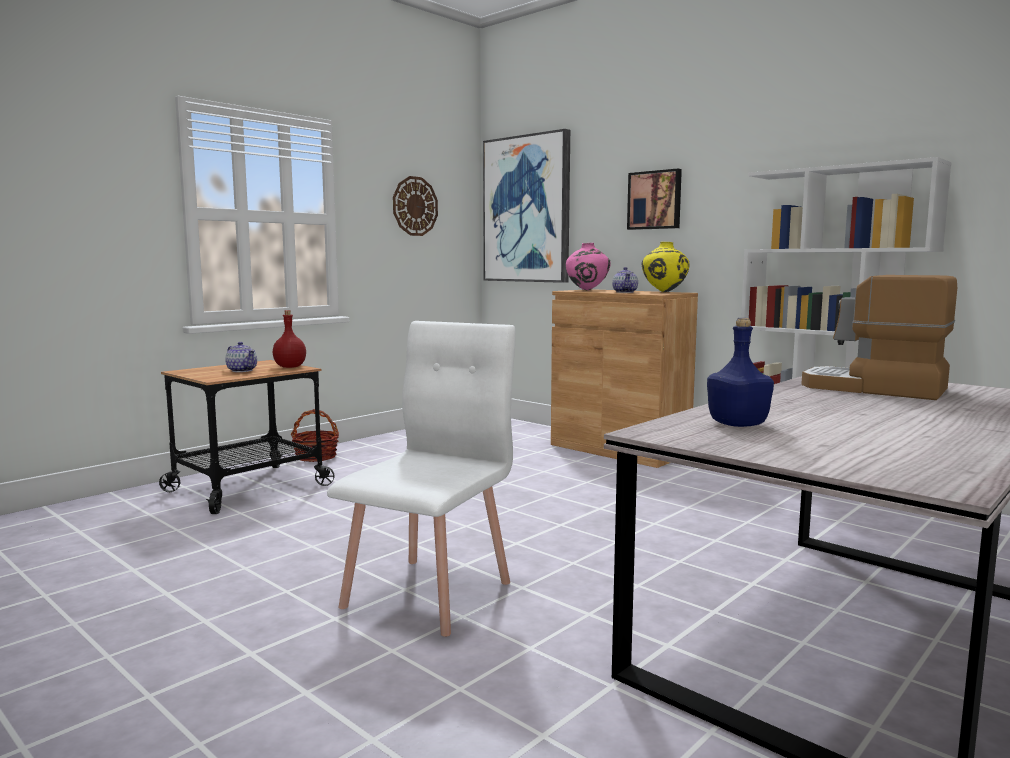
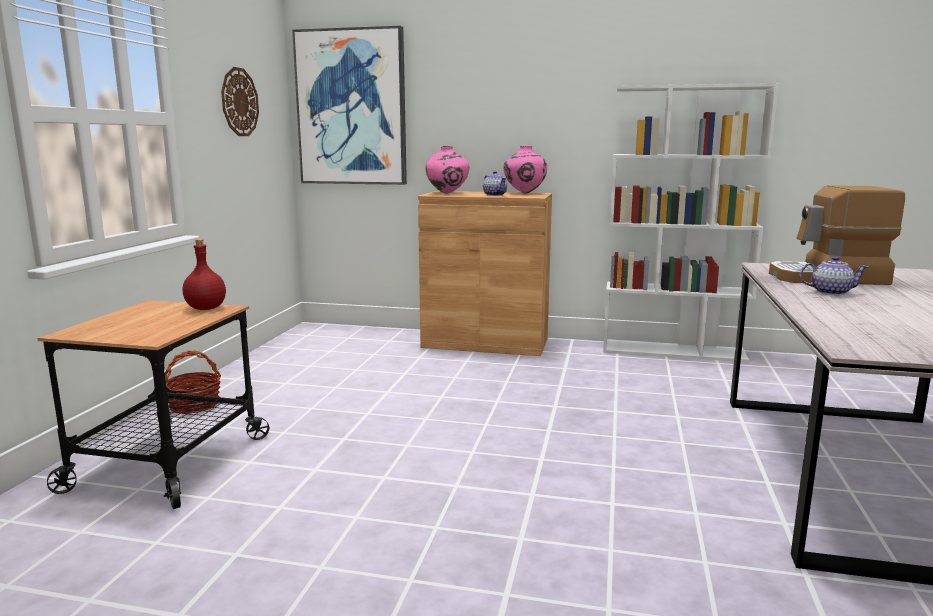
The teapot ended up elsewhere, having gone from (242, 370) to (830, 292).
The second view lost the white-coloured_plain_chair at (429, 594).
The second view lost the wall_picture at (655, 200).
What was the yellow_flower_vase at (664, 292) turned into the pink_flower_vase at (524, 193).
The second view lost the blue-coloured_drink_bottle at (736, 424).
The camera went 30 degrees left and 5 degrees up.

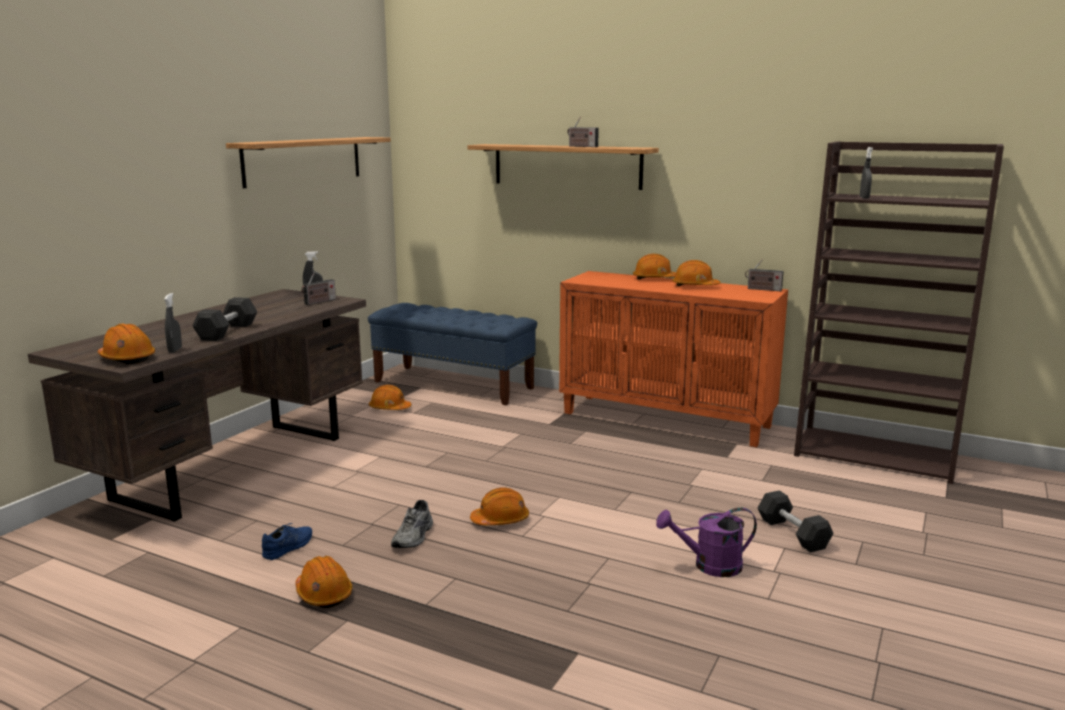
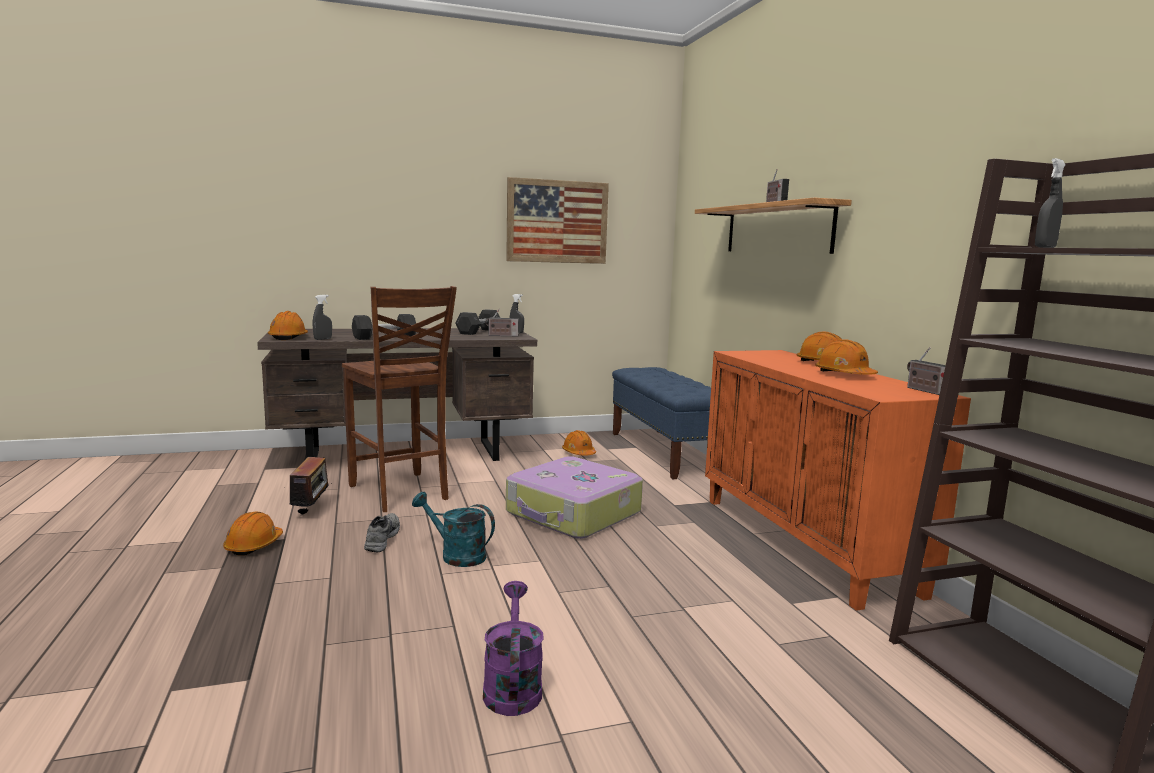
Where the shelf hung at (303, 160), the wall_picture came to hang at (557, 221).
Where the blue-coloured_item_of_footwear stood at (289, 547), the radio_receiver came to stand at (311, 510).
The greyish_item_of_footwear at (414, 537) ended up facing another way, 120 degrees clockwise from before.
Where the orangey_work_helmet stood at (500, 520), the blue-green_sprinkling_can came to stand at (456, 555).
The purplish_sprinkling_can at (709, 566) ended up facing another way, 45 degrees clockwise from before.
The greyish_free_weight ended up elsewhere, having gone from (793, 533) to (479, 331).
The second view gained the brownish_plain_chair at (399, 493).
The second view gained the suitcase at (573, 513).
The camera went 45 degrees right and 5 degrees down.

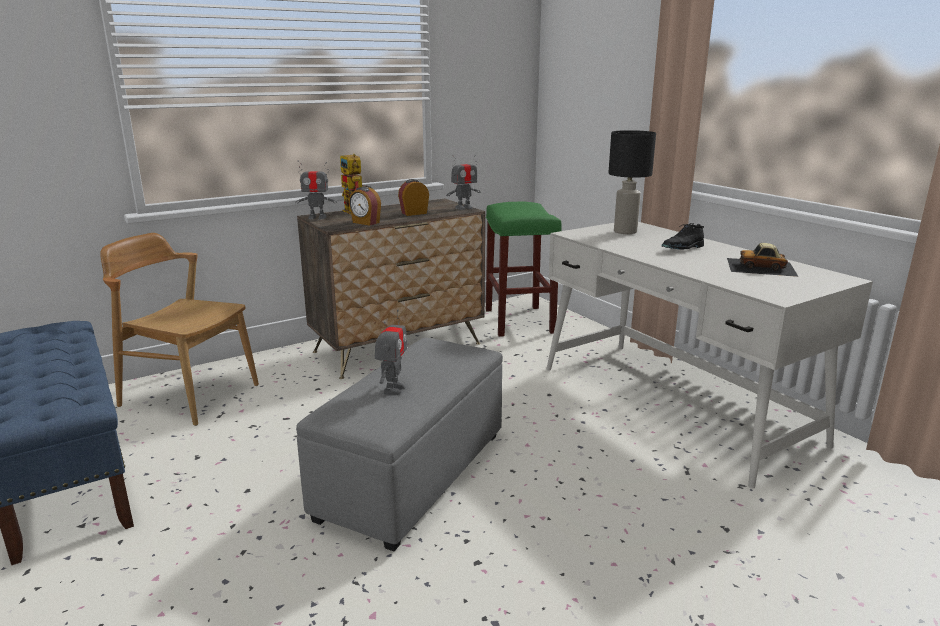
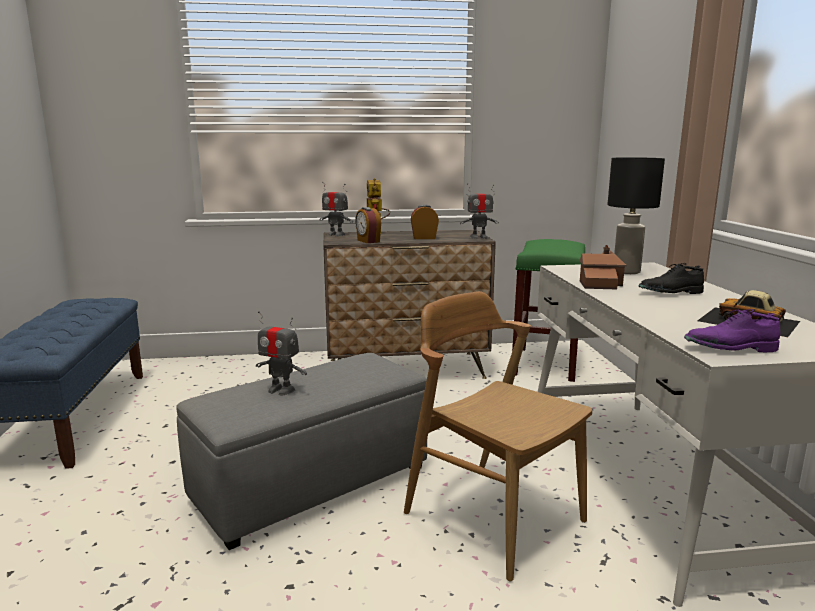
The brownish_plain_chair ended up elsewhere, having gone from (189, 395) to (493, 516).
The toy_robot at (393, 389) ended up facing another way, 75 degrees clockwise from before.
The second view gained the toy_house at (601, 282).
The second view gained the purplish_item_of_footwear at (730, 349).
The camera went 25 degrees right and 5 degrees down.

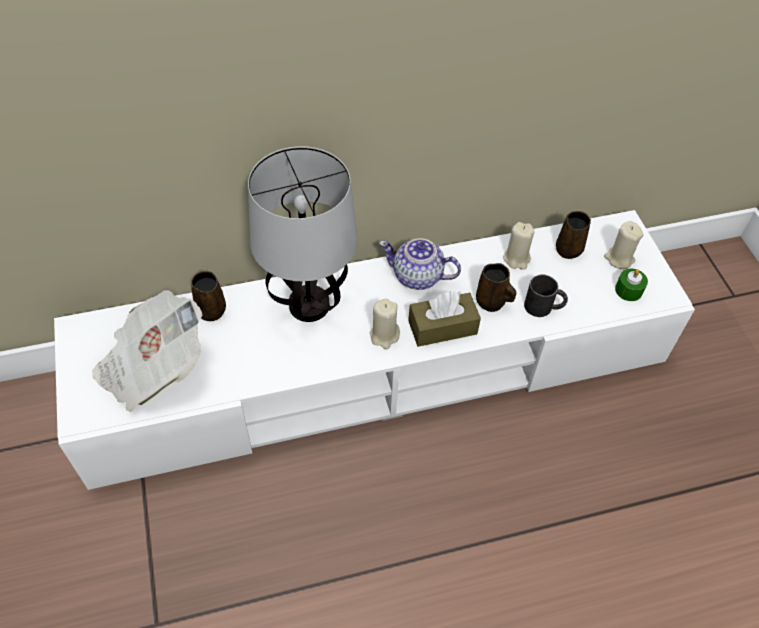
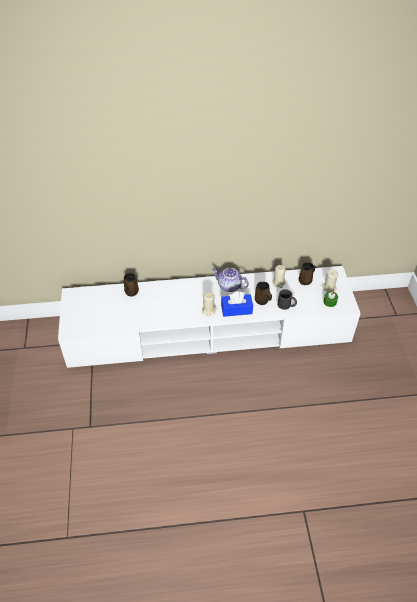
The second view lost the printed_paper at (153, 367).
The second view lost the lamp_for_a_table at (309, 306).
What was the brownish_box_of_tissues at (442, 327) turned into the blue-coloured_box_of_tissues at (236, 309).
The camera went 10 degrees right and 5 degrees down.

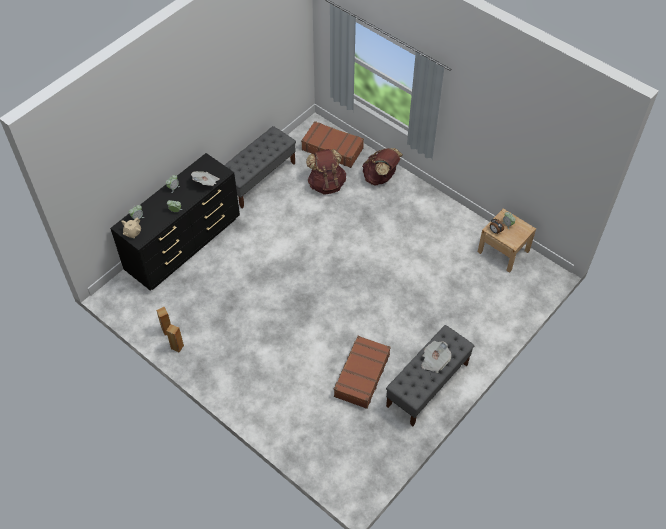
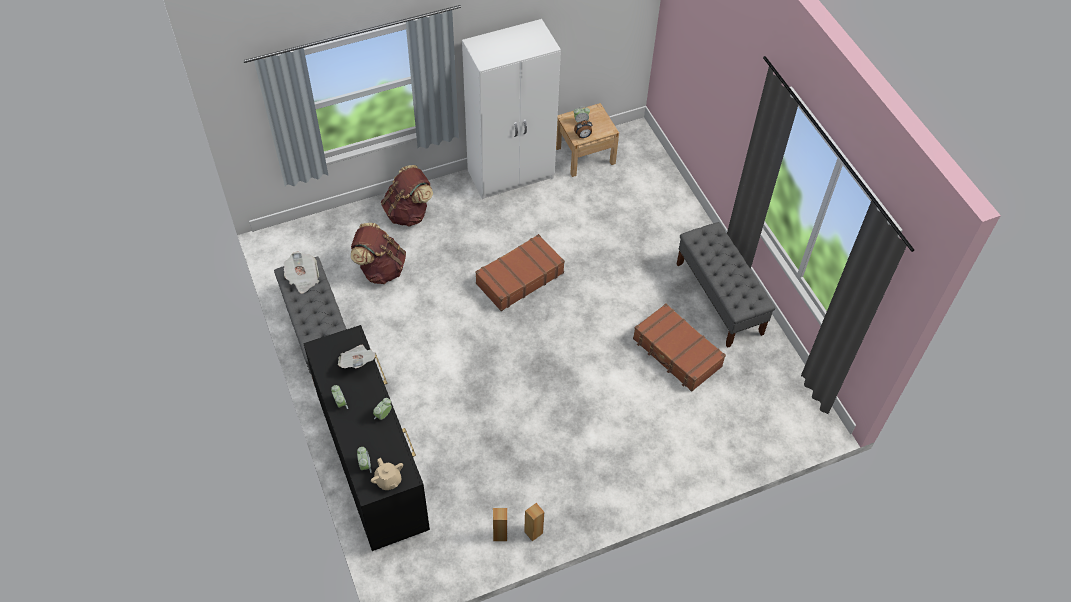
The brownish_suitcase ended up elsewhere, having gone from (332, 149) to (519, 278).
The printed_paper ended up elsewhere, having gone from (434, 361) to (303, 278).
The second view gained the white-coloured_armoire at (512, 175).
The camera went 65 degrees left and 0 degrees up.

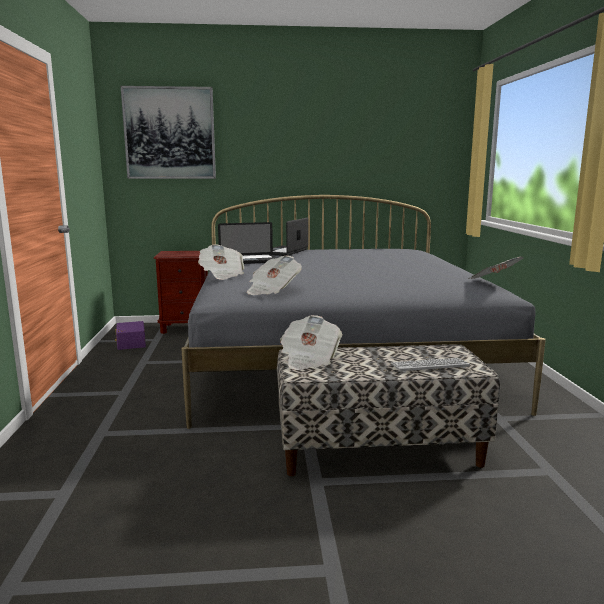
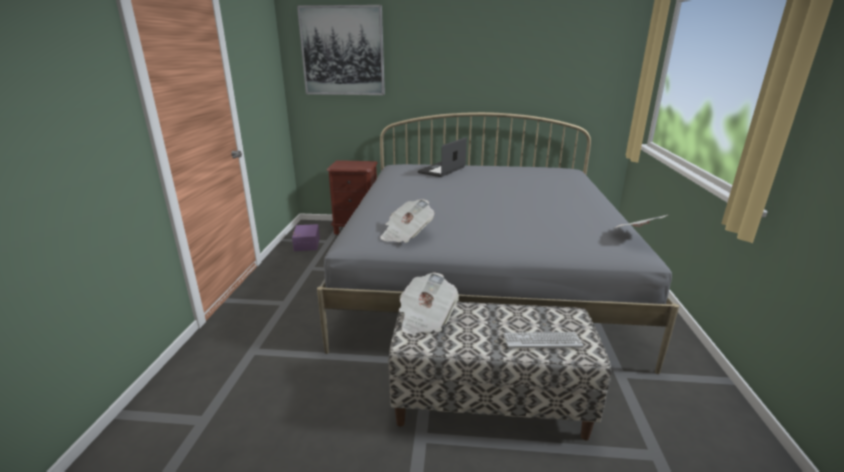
The second view lost the printed_paper at (222, 275).
The second view lost the notebook_computer at (249, 261).
The camera went 10 degrees right and 10 degrees up.

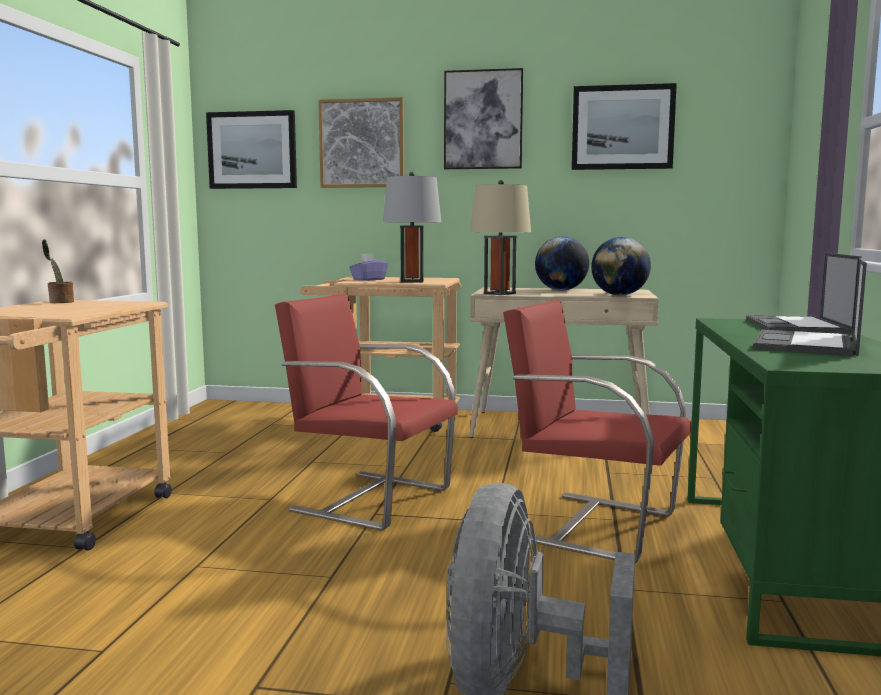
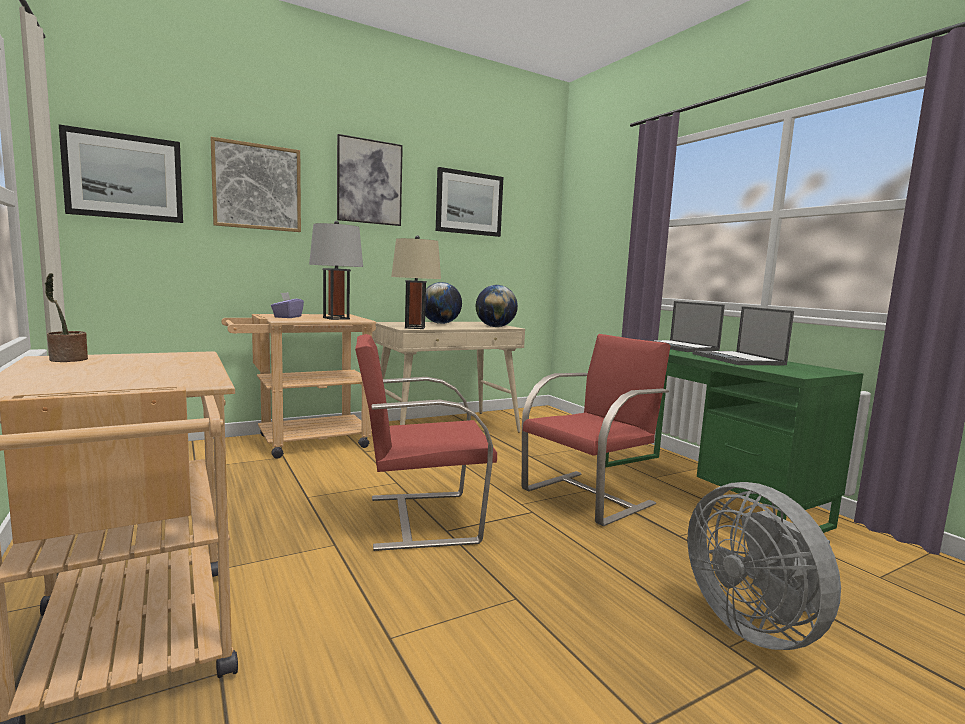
The red-coloured_plain_chair at (594, 525) ended up facing another way, 150 degrees clockwise from before.
The camera went 40 degrees left and 0 degrees up.

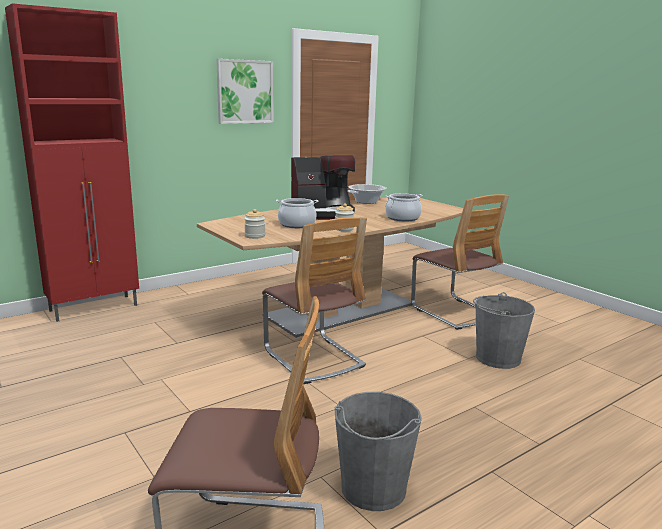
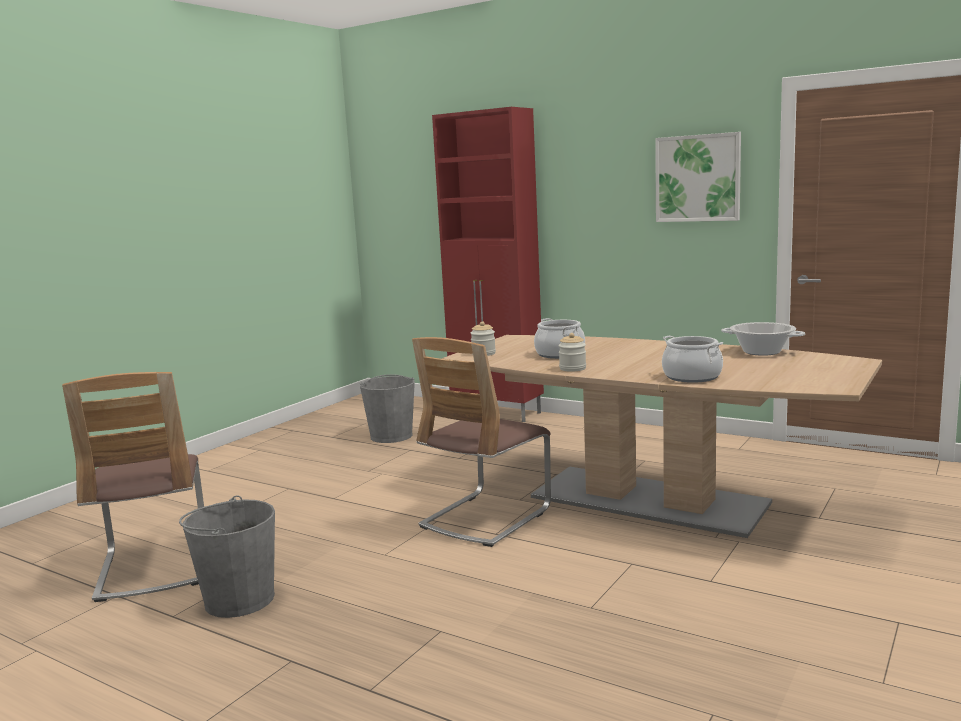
The second view lost the coffee_maker at (322, 213).
The second view lost the plain_chair at (454, 312).
The greyish_pail ended up elsewhere, having gone from (497, 358) to (391, 436).
The camera went 70 degrees right and 5 degrees down.

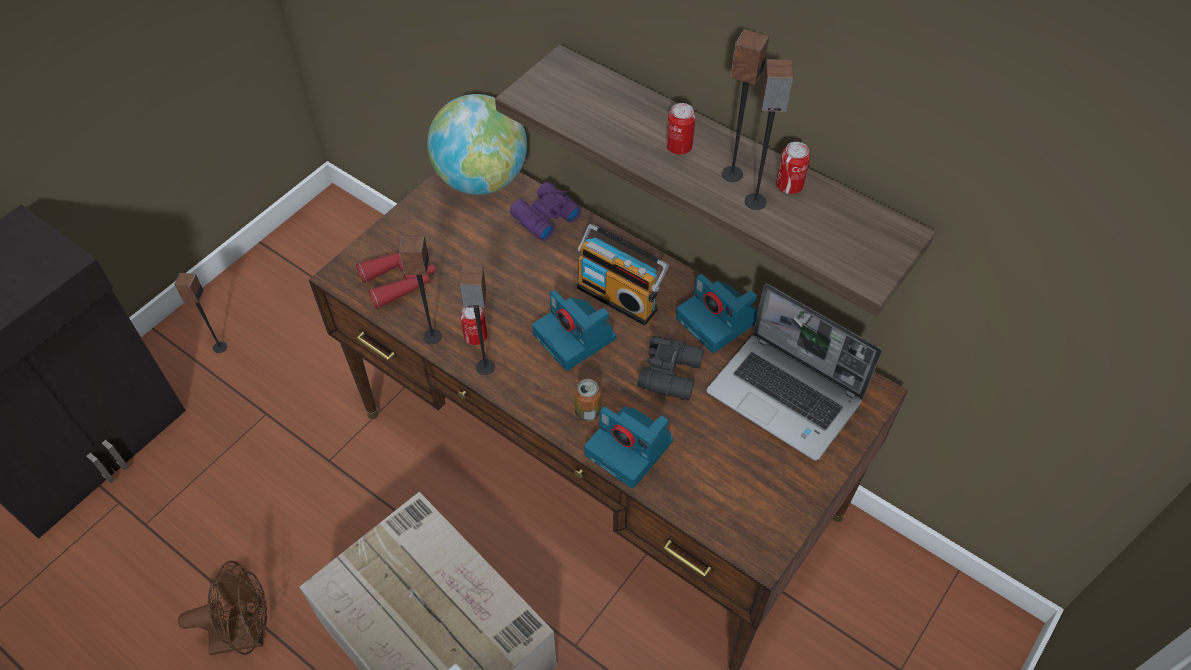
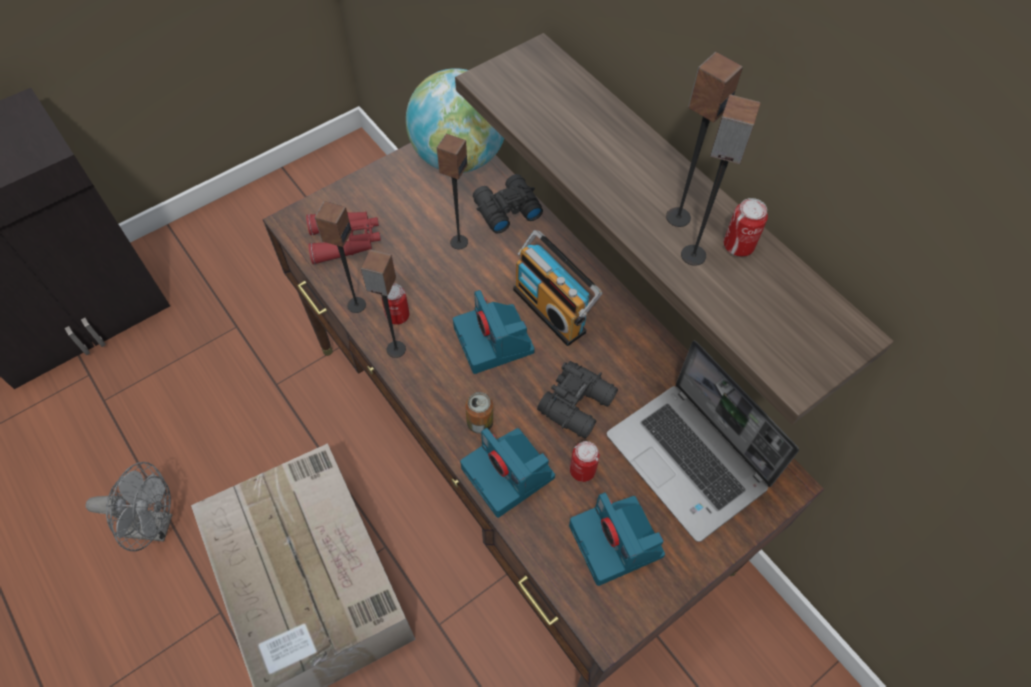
The audio_speaker ended up elsewhere, having gone from (219, 347) to (458, 242).
What was the brownish_fan at (246, 634) turned into the greyish_fan at (154, 526).
What was the purplish_binoculars at (543, 217) turned into the blackish_binoculars at (505, 209).
The can ended up elsewhere, having gone from (679, 147) to (582, 470).
The still_camera ended up elsewhere, having gone from (718, 320) to (617, 542).
The camera went 15 degrees right and 5 degrees up.

